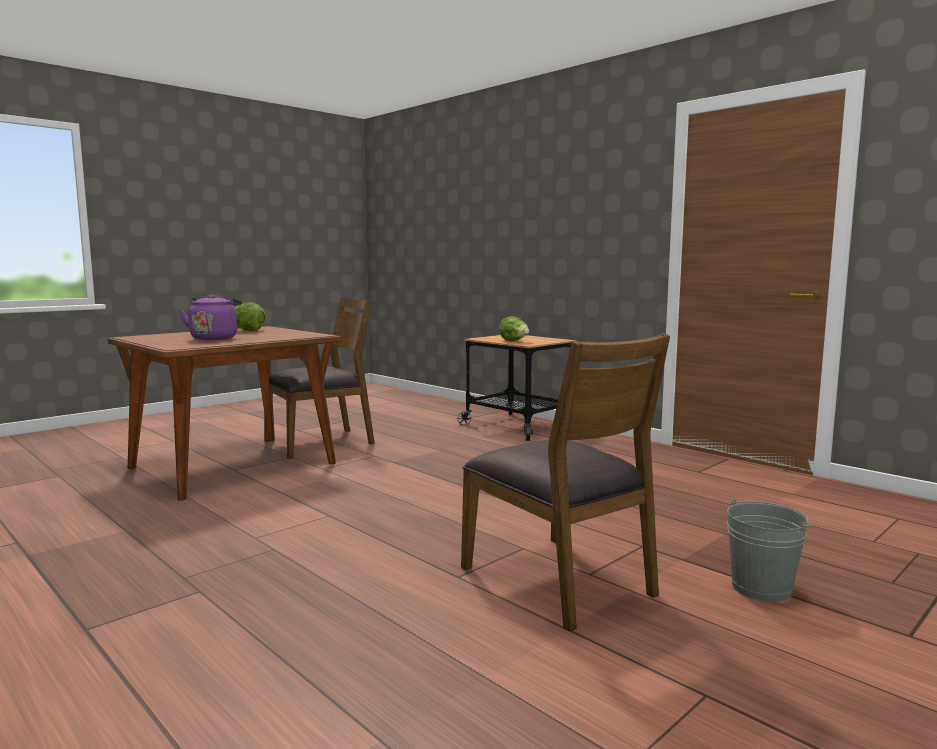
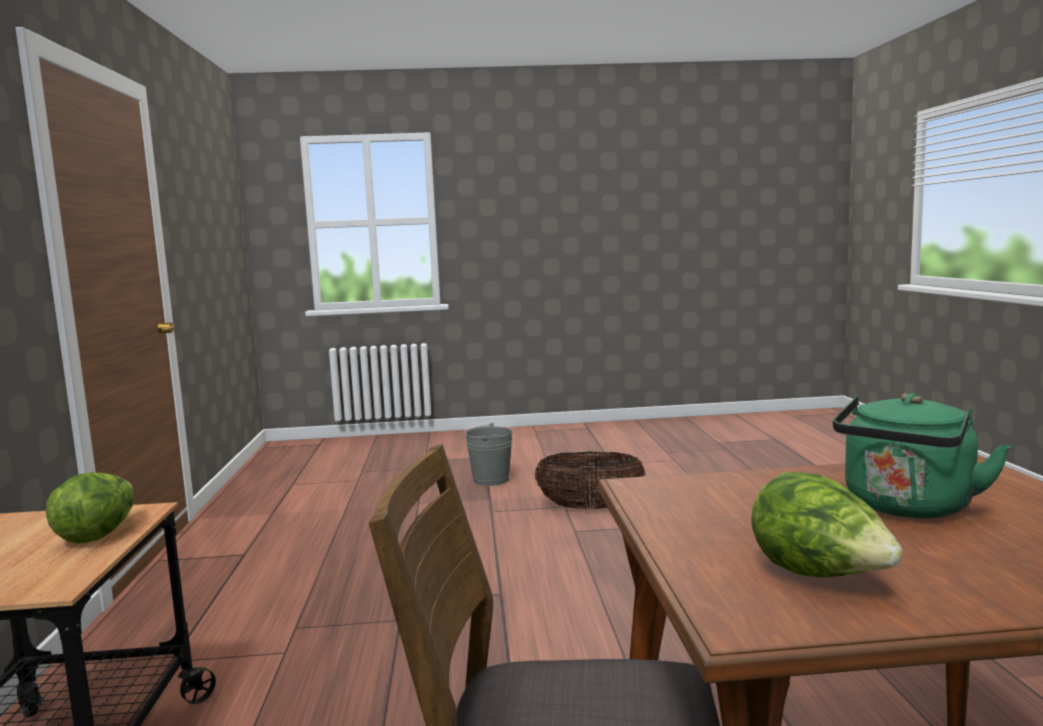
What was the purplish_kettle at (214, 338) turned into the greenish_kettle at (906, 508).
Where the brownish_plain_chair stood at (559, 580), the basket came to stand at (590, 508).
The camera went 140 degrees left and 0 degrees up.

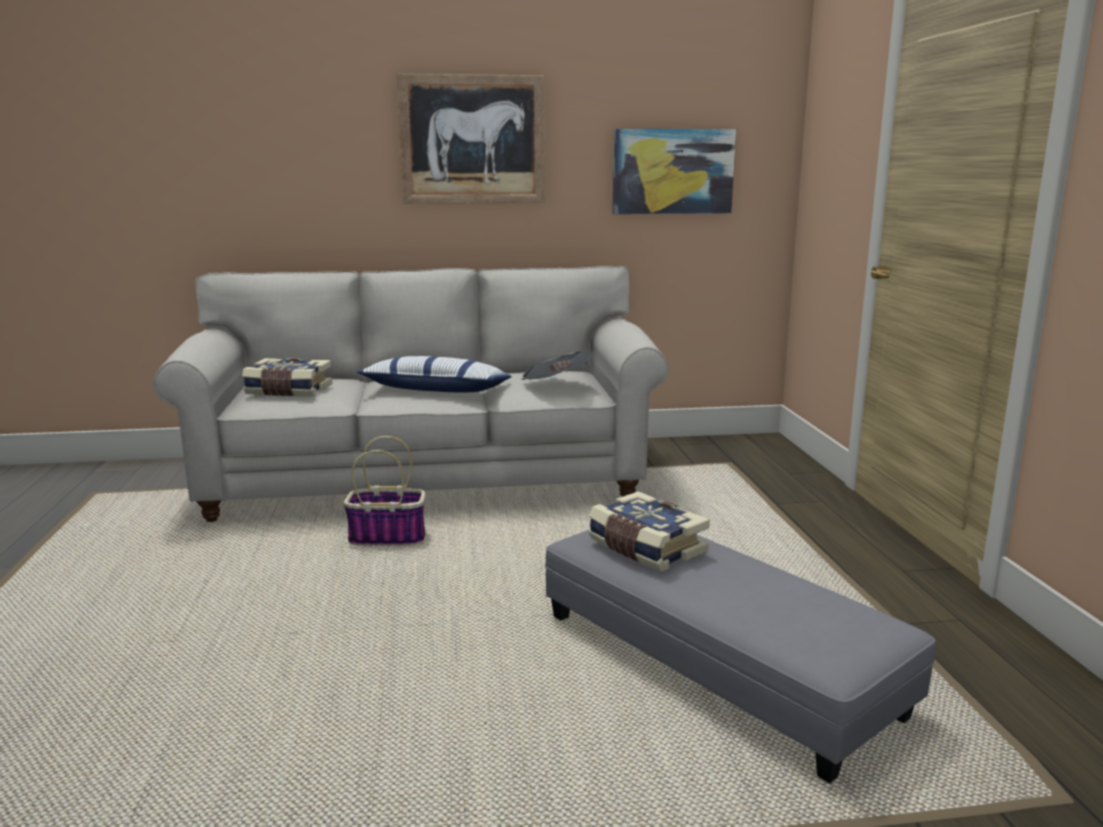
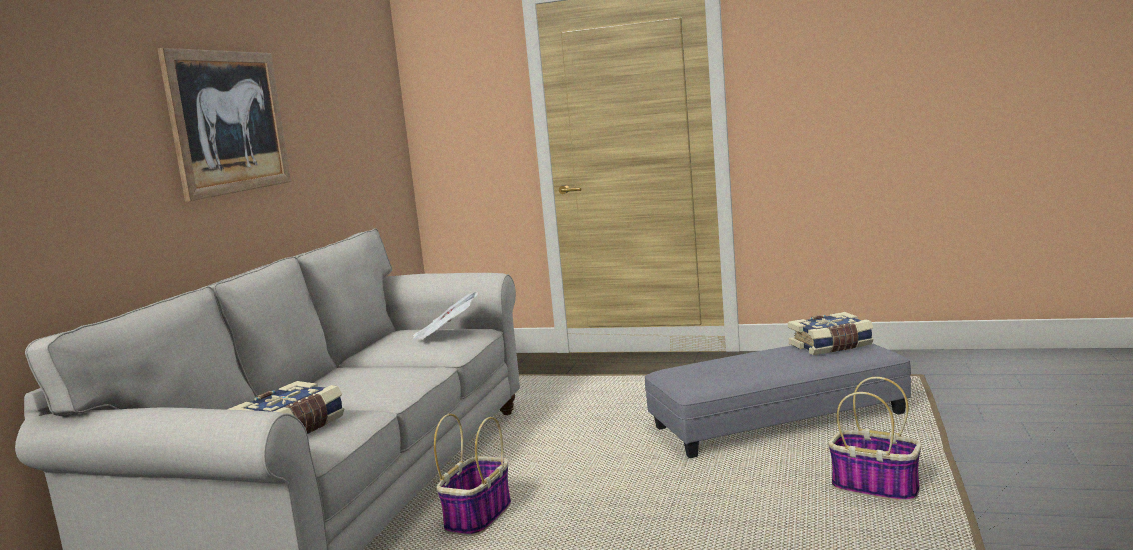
The second view lost the cushion at (436, 391).
The volume ended up elsewhere, having gone from (645, 548) to (831, 346).
The second view lost the wall_picture at (672, 171).
The second view gained the basket at (877, 488).
The camera went 65 degrees left and 5 degrees down.

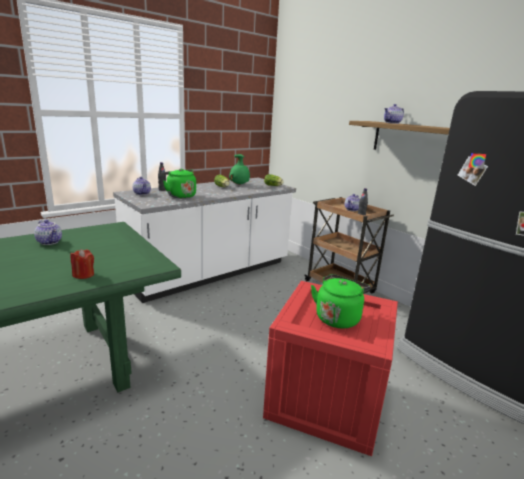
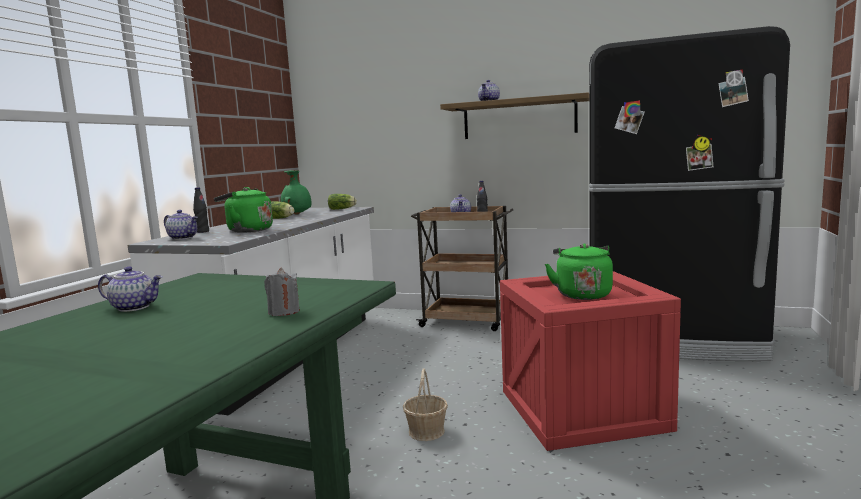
What was the red-coloured_wax_light at (83, 275) turned into the greyish_wax_light at (284, 312).
The second view gained the basket at (426, 431).
The camera went 30 degrees left and 10 degrees down.

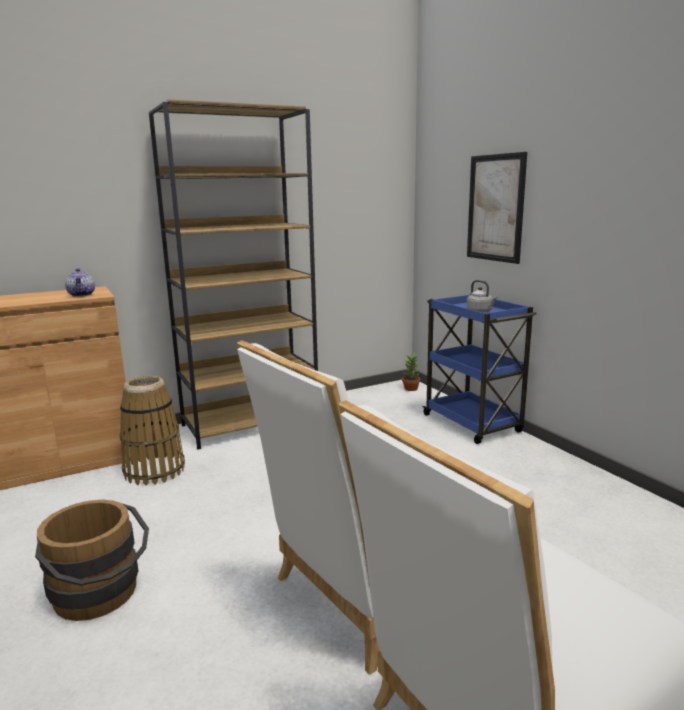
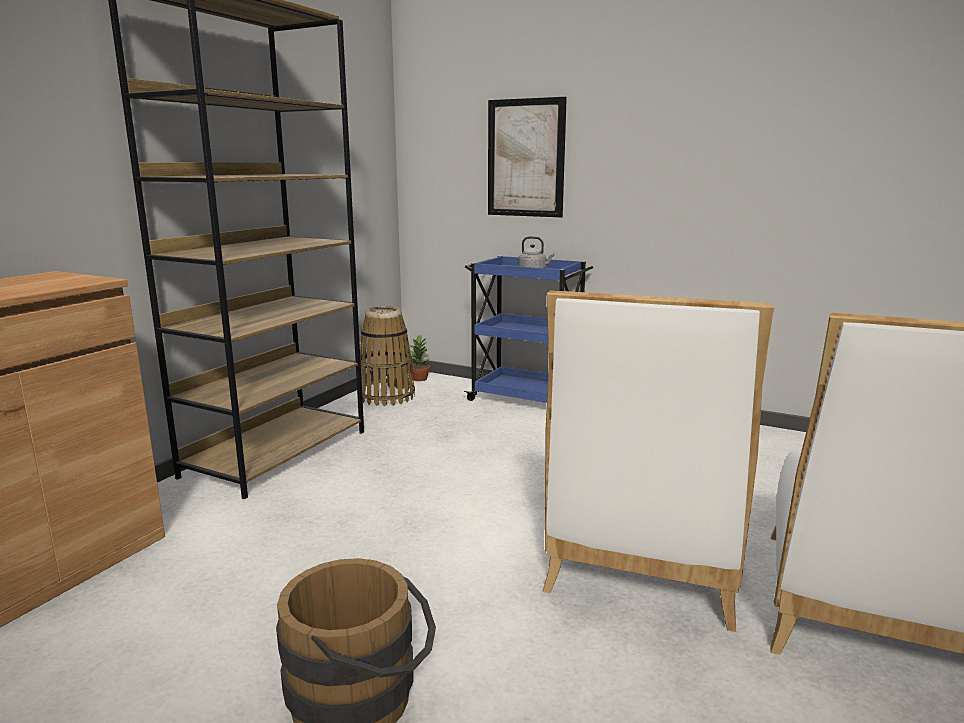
The second view lost the teapot at (82, 295).
The basket ended up elsewhere, having gone from (154, 471) to (387, 396).
The camera went 35 degrees left and 0 degrees up.

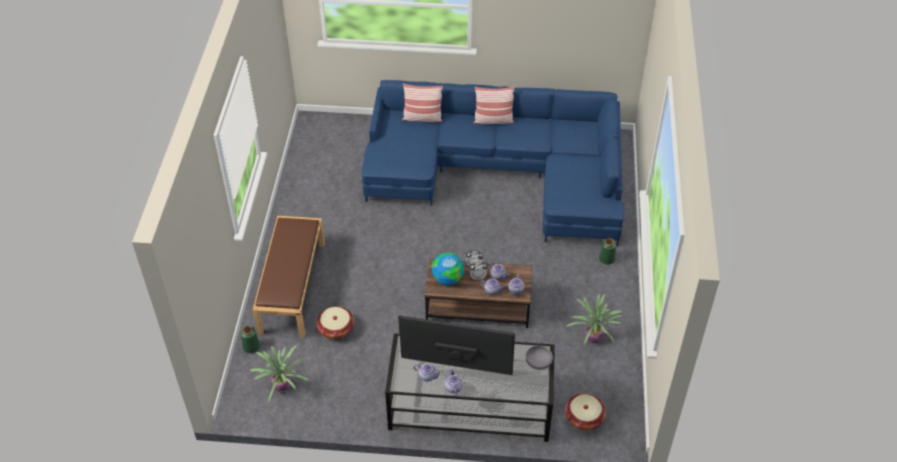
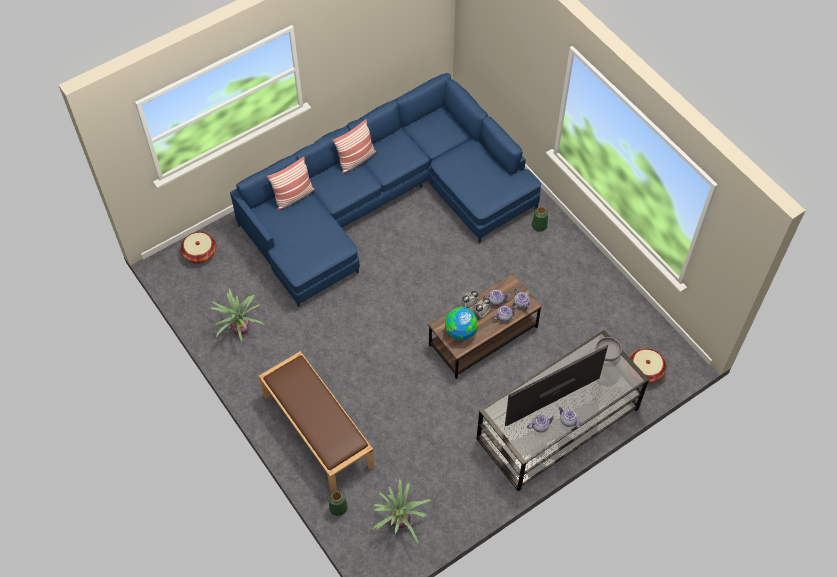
The basket ended up elsewhere, having gone from (336, 329) to (200, 253).
The potted_plant ended up elsewhere, having gone from (593, 337) to (240, 328).
The camera went 40 degrees left and 10 degrees up.

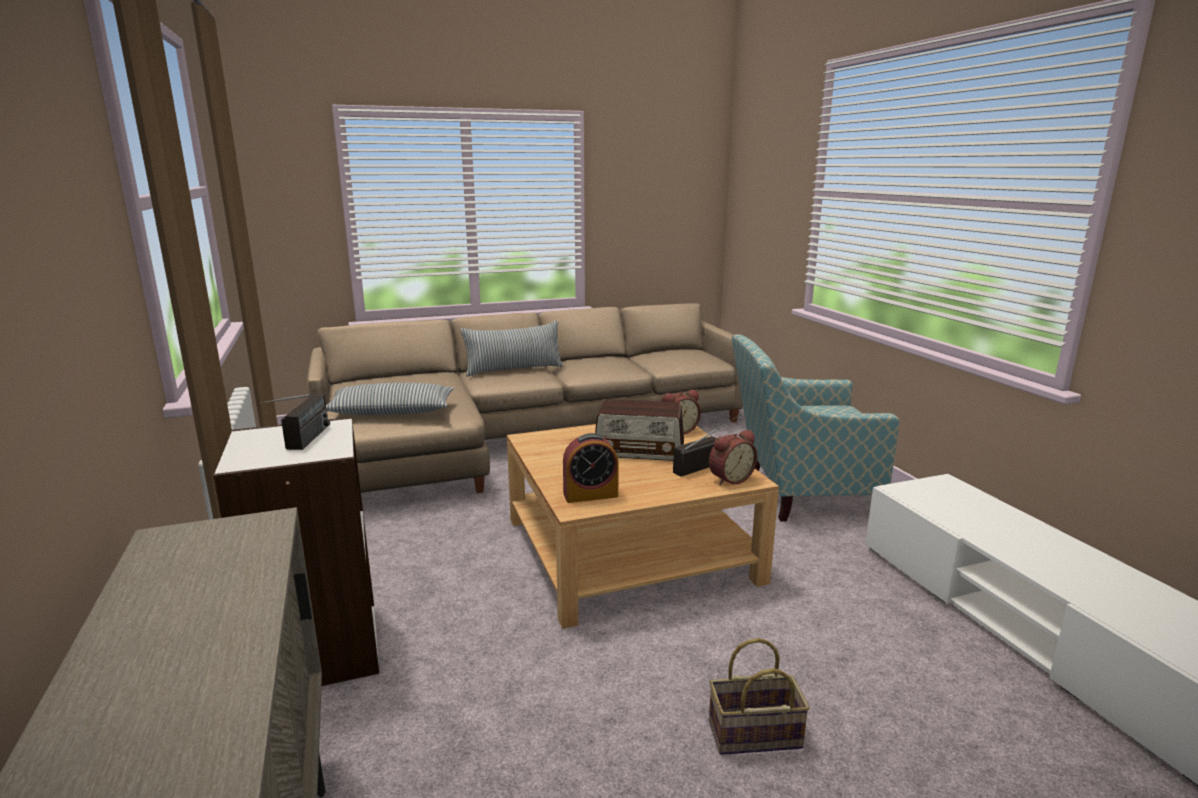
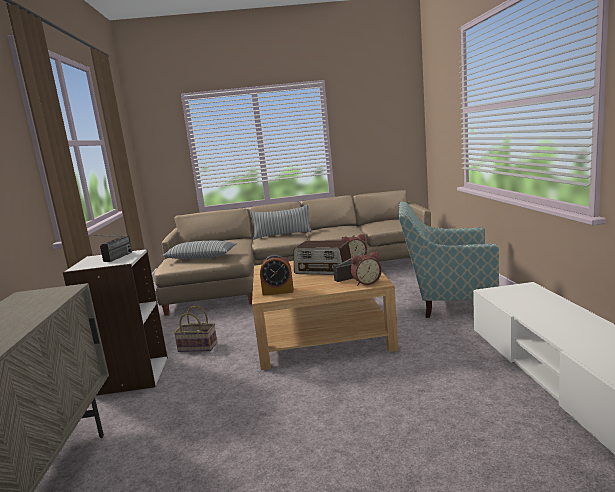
The basket ended up elsewhere, having gone from (753, 736) to (196, 347).
The camera went 15 degrees right and 5 degrees down.

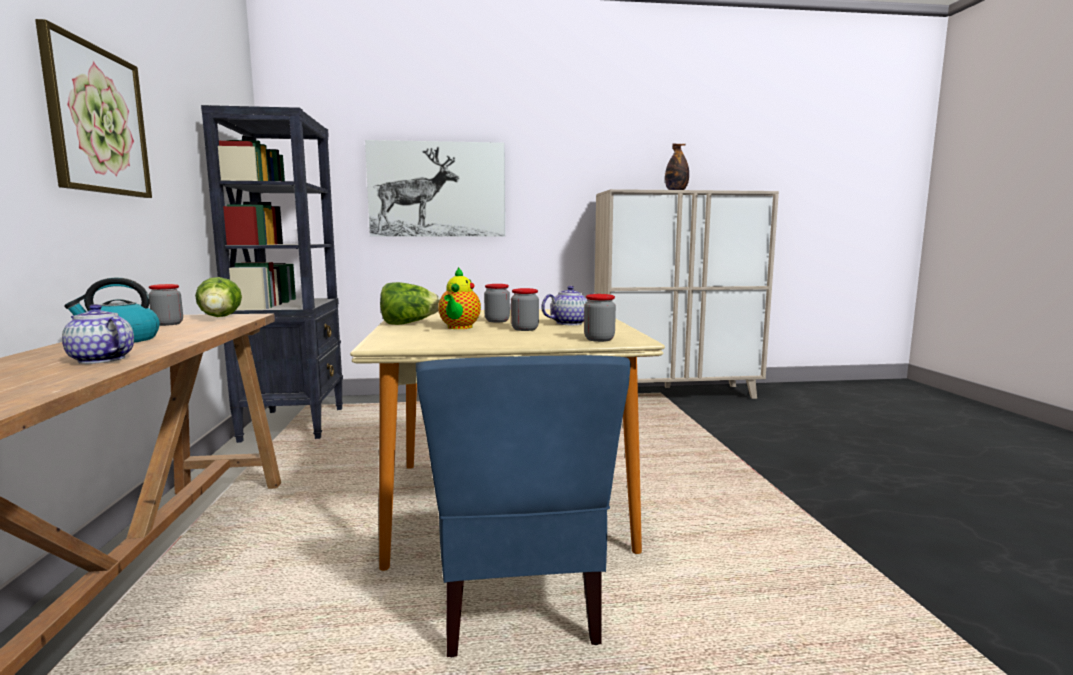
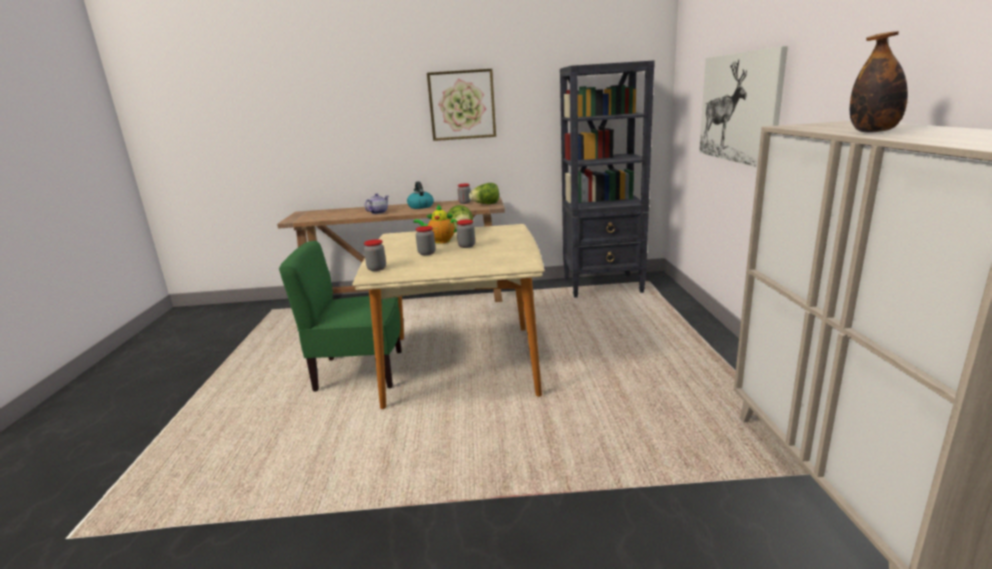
What was the blue-coloured_plain_chair at (518, 599) turned into the greenish_plain_chair at (359, 372).
The second view lost the teapot at (569, 323).
The camera went 95 degrees right and 10 degrees up.

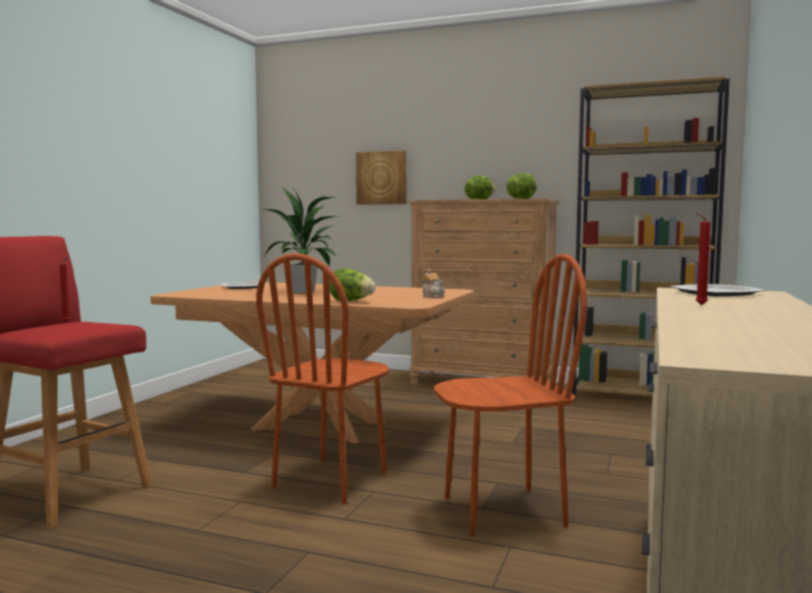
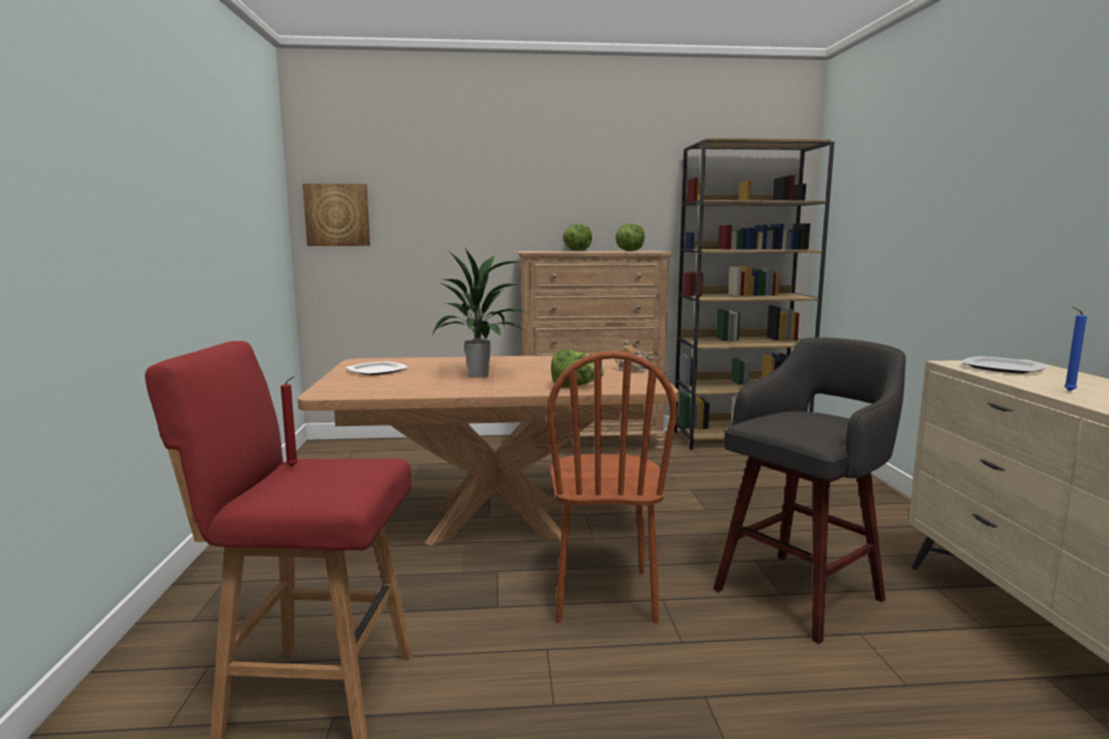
The wall_picture ended up elsewhere, having gone from (382, 178) to (337, 215).
Where the brownish_plain_chair stood at (503, 511), the greyish_sitting_stool came to stand at (801, 593).
What was the red-coloured_wax_light at (699, 305) turned into the blue-coloured_wax_light at (1067, 391).
The camera went 25 degrees left and 5 degrees up.

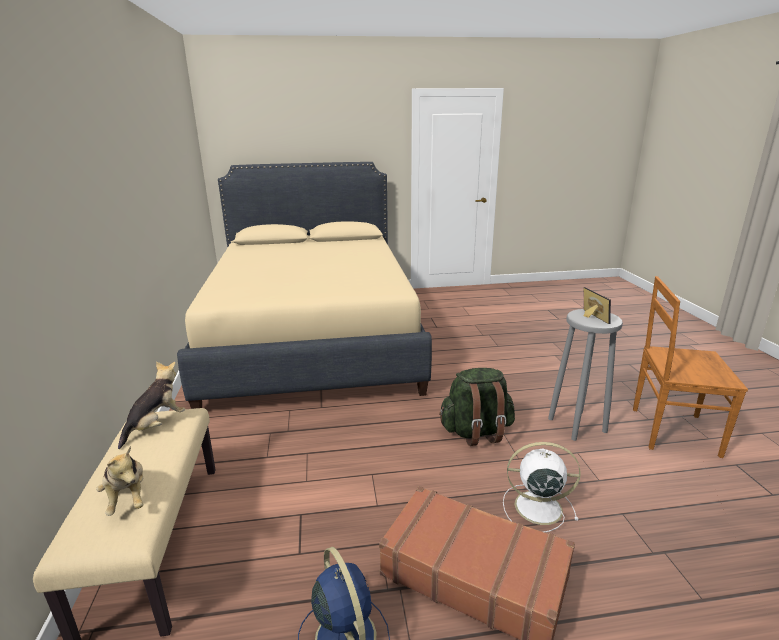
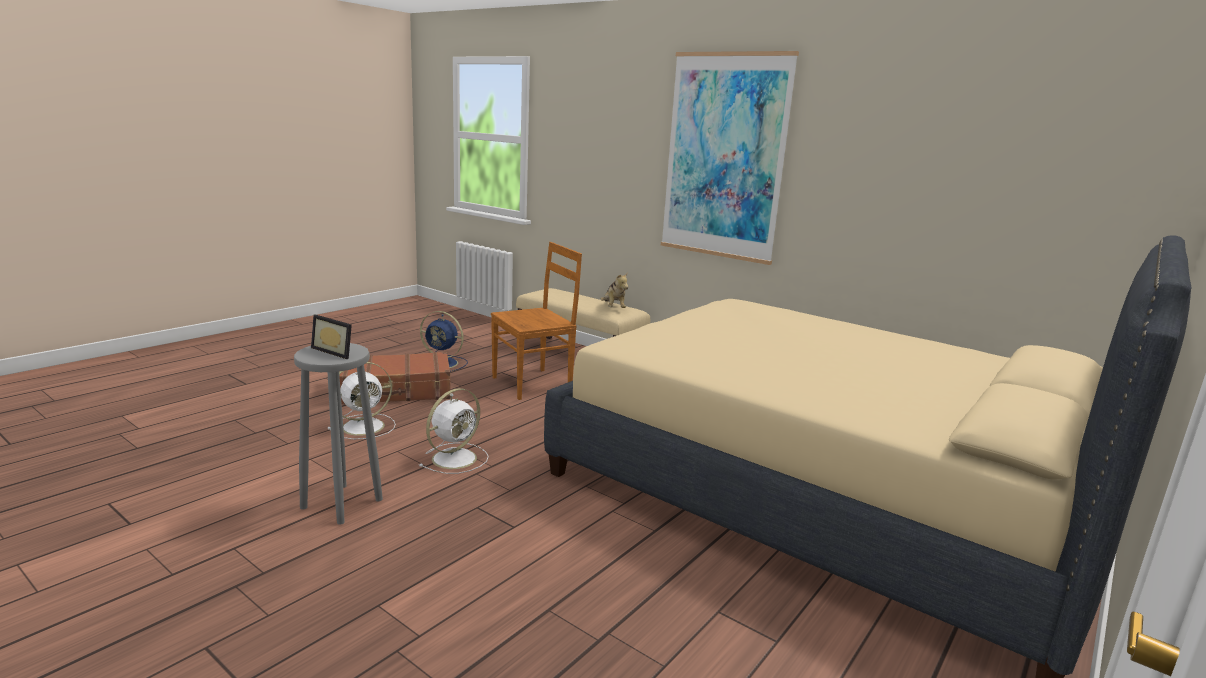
The second view lost the cuddly_toy at (127, 498).
Where the greenish_backpack stood at (476, 432), the white-coloured_fan came to stand at (456, 458).
The brownish_plain_chair ended up elsewhere, having gone from (671, 431) to (534, 383).
The second view gained the wall_picture at (724, 157).
The camera went 135 degrees right and 5 degrees down.

